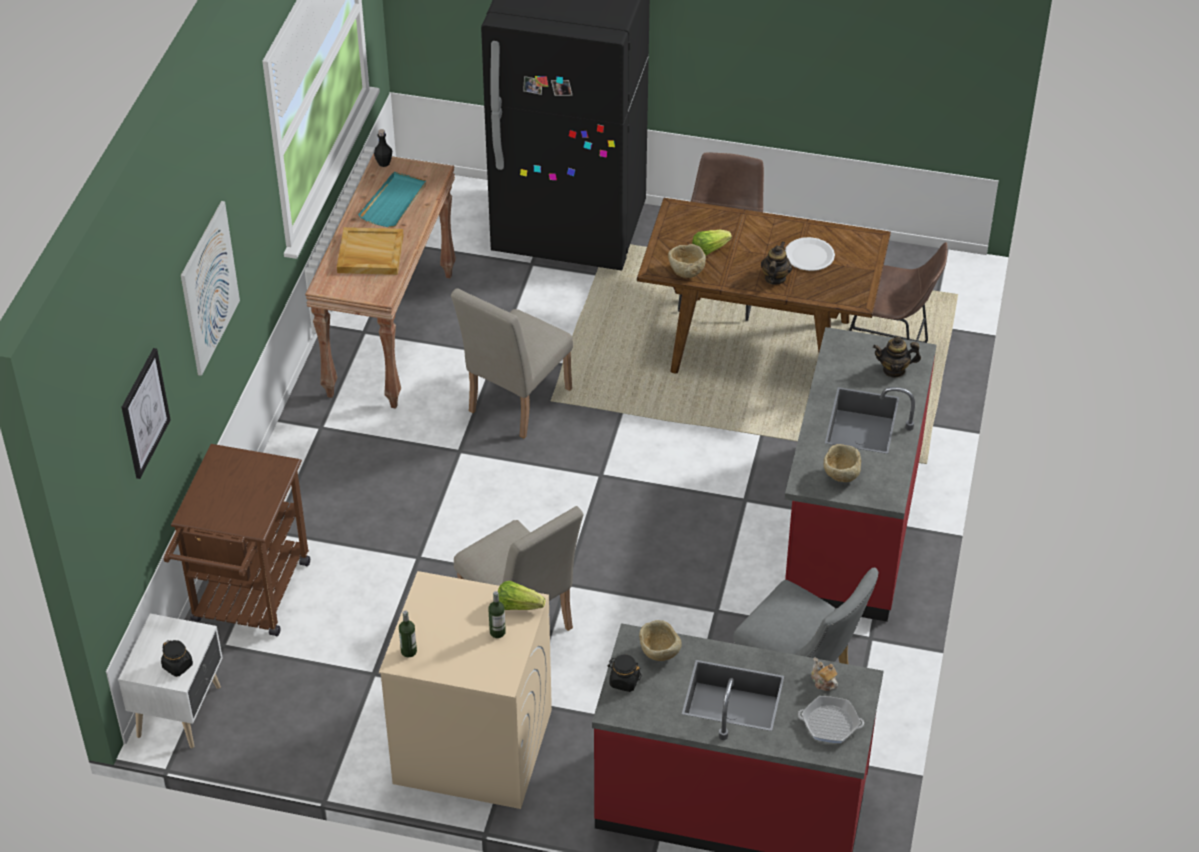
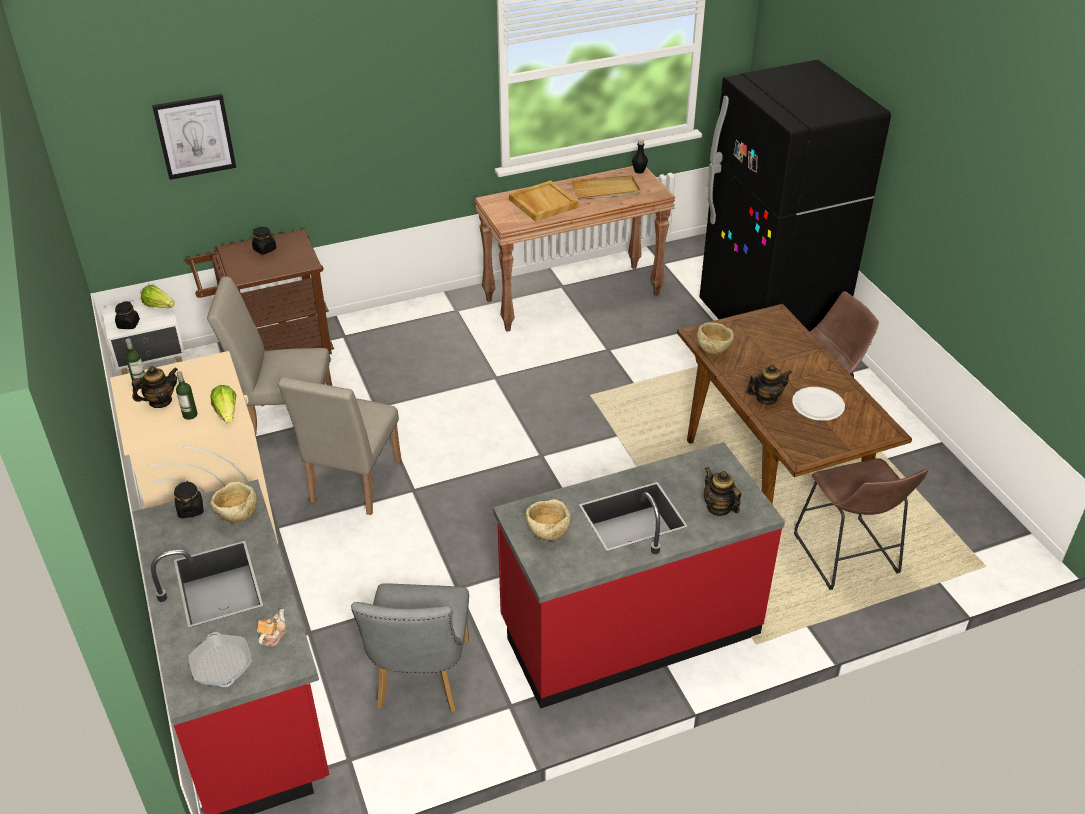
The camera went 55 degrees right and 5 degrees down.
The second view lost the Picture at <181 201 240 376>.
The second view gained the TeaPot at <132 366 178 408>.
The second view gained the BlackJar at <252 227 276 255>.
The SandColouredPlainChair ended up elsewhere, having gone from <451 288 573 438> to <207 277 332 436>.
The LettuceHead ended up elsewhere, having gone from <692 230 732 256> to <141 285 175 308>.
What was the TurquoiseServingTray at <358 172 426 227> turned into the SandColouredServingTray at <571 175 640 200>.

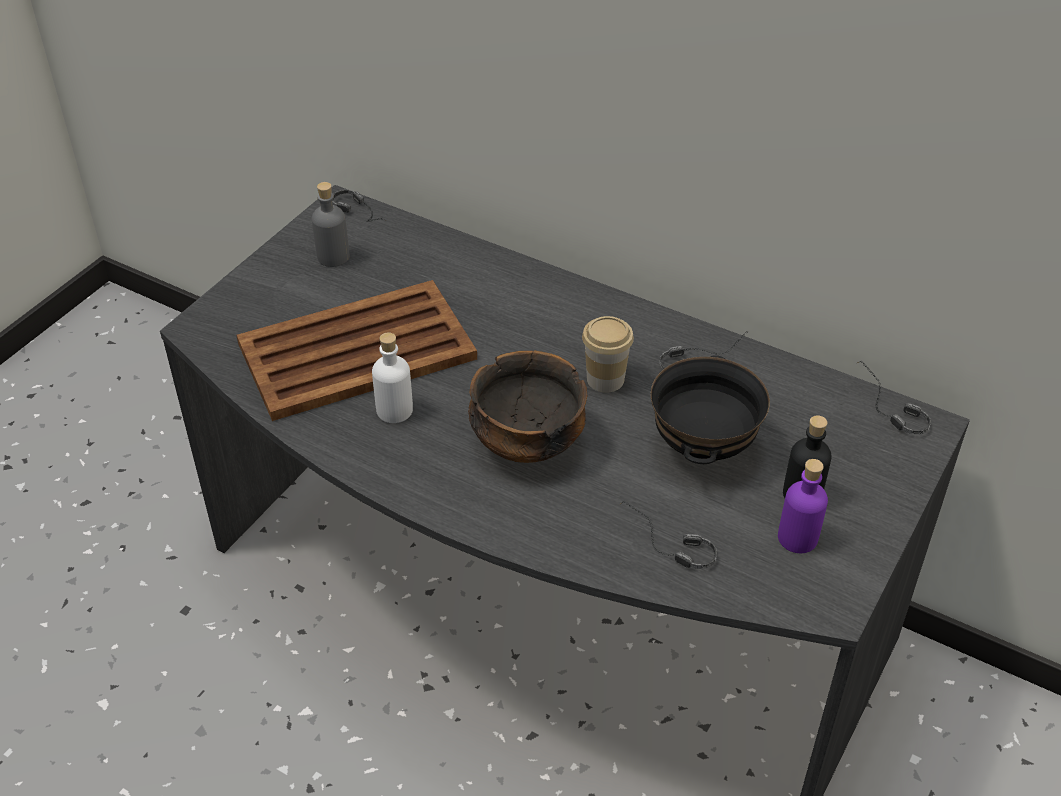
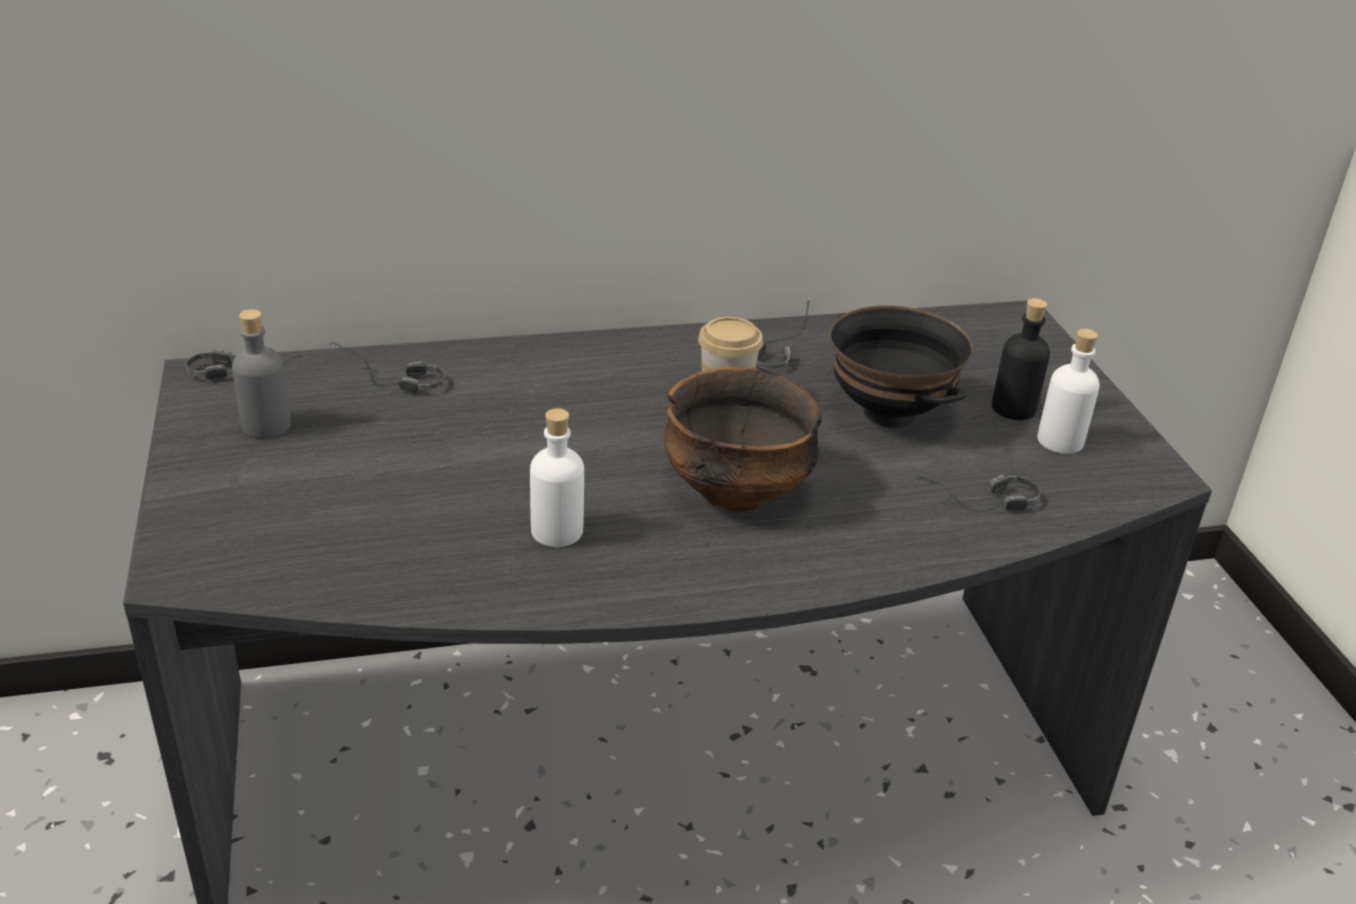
The camera went 45 degrees left and 10 degrees down.
The second view lost the BrownServingTray at <236 280 477 421>.
The PairOfHeadphones ended up elsewhere, having gone from <857 361 931 434> to <327 342 445 393>.
What was the PurpleColouredBottle at <778 459 828 553> turned into the WhitishBottle at <1037 329 1100 454>.

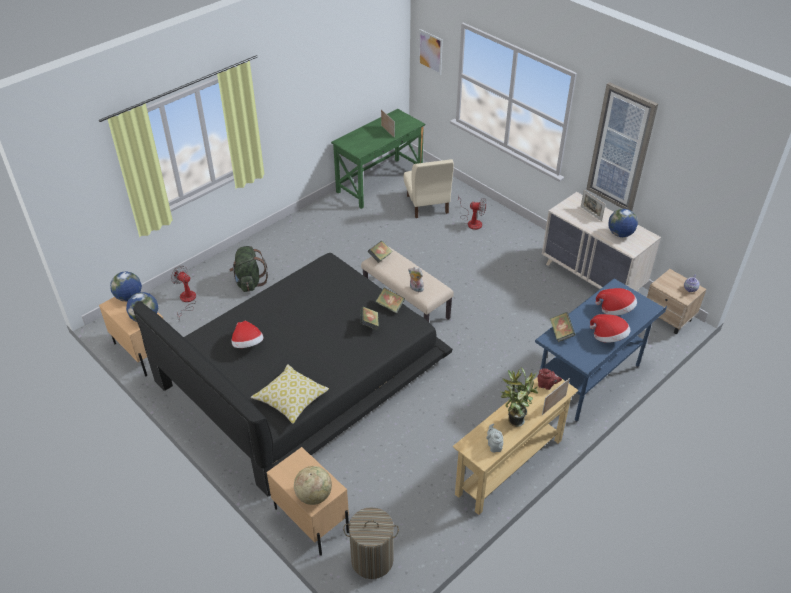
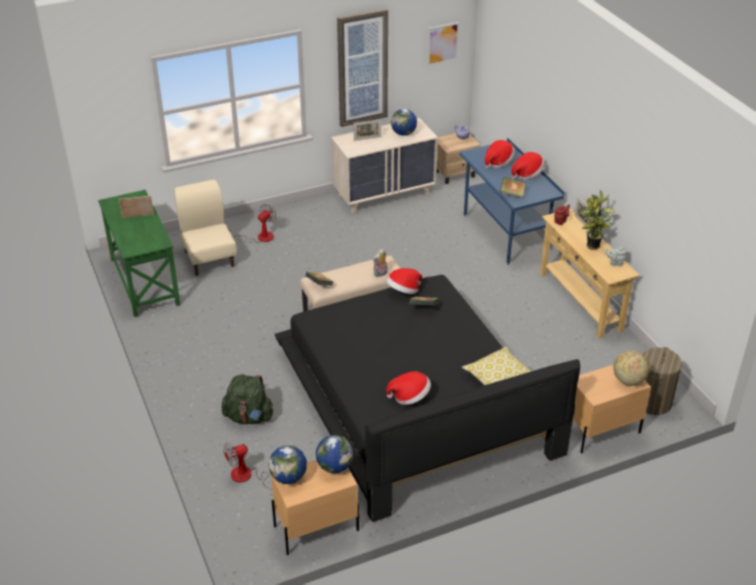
The camera went 70 degrees left and 5 degrees down.
The Picture ended up elsewhere, having gone from <418 29 443 75> to <427 22 459 66>.
Where the BoundBook stood at <376 287 405 314>, the ClothingHat came to stand at <386 268 422 294>.
The SandColouredPlainChair at <403 159 454 218> ended up facing another way, 120 degrees counterclockwise from before.

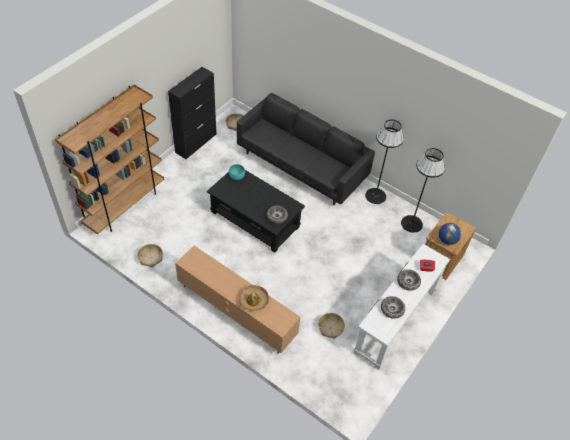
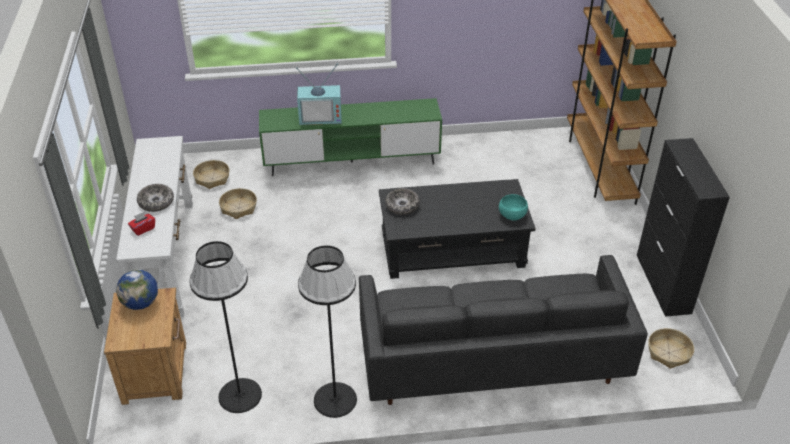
The camera went 140 degrees right and 10 degrees down.
The second view lost the ServingBowl at <381 296 405 319>.
The StorageBasket ended up elsewhere, having gone from <137 244 163 267> to <193 160 229 189>.
Where the ClothingHat stood at <239 285 269 311>, the Tv came to stand at <296 63 342 125>.
What was the BrownTvUnit at <175 246 300 354> turned into the GreenishTvUnit at <259 98 442 176>.

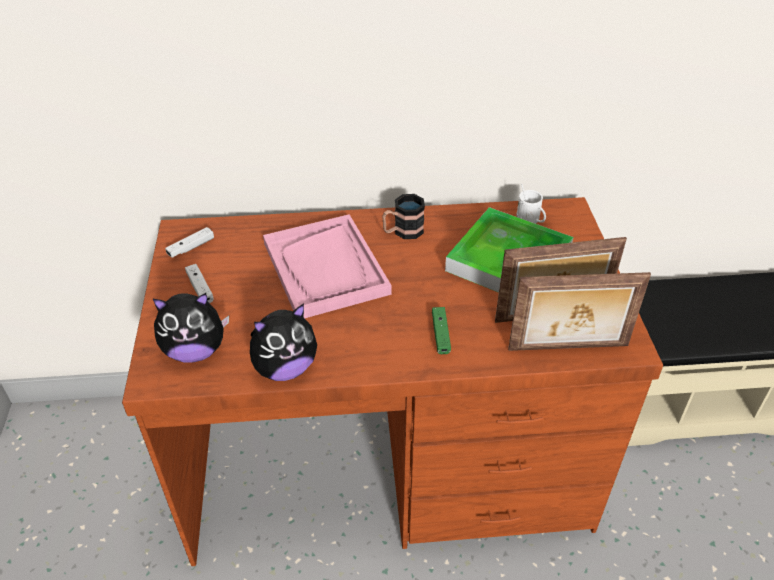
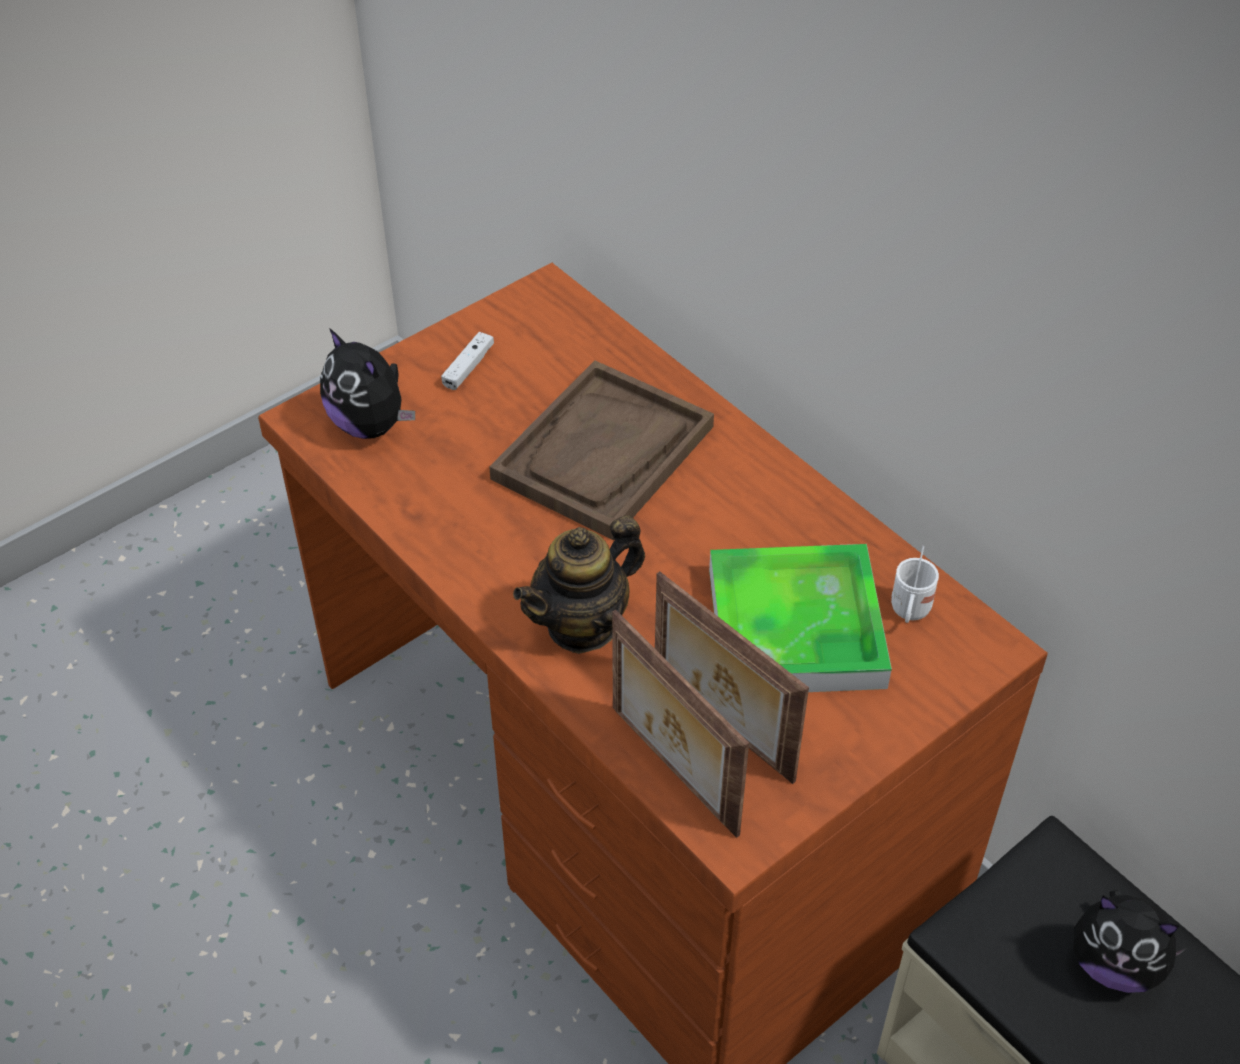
The camera went 55 degrees right and 5 degrees up.
The second view lost the WhitishJoypad at <165 227 214 258>.
The second view lost the TeaMug at <382 194 425 239>.
The SoftToy ended up elsewhere, having gone from <250 304 317 381> to <1073 890 1188 993>.
Where the GreenishJoypad stood at <432 307 451 354>, the TeaPot came to stand at <513 515 645 654>.
What was the PinkColouredServingTray at <263 214 392 318> turned into the BrownServingTray at <489 360 714 540>.

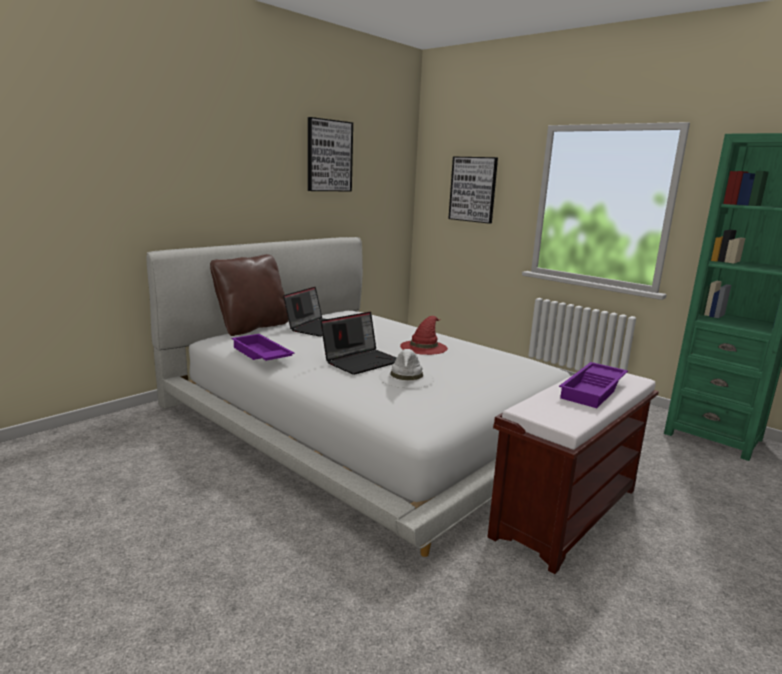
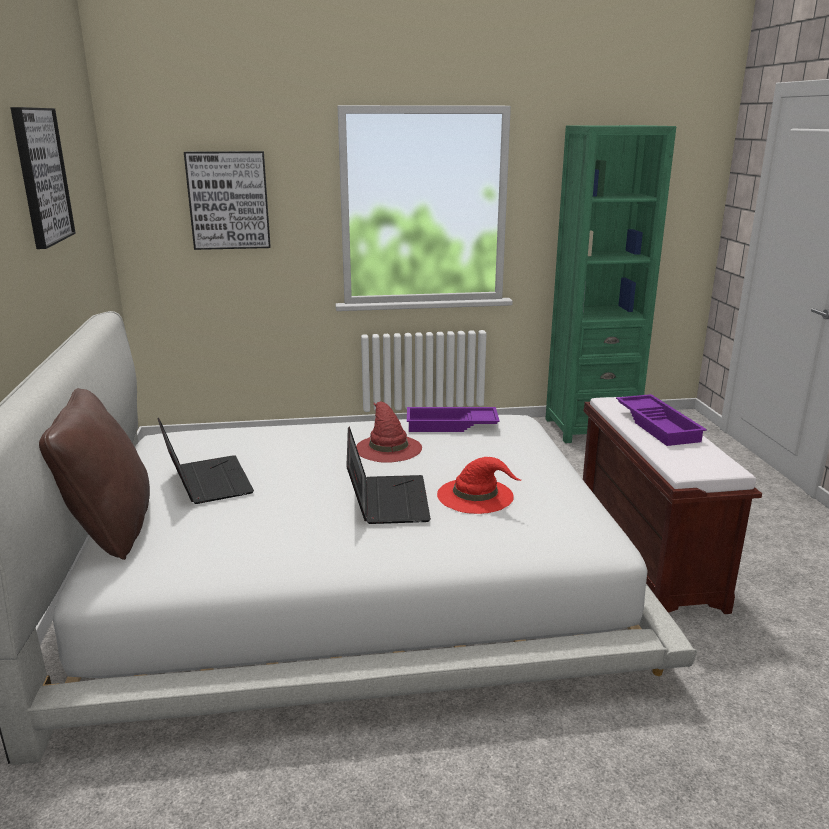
The camera went 50 degrees left and 5 degrees up.
The PurpleColouredServingTray ended up elsewhere, having gone from <231 334 294 361> to <407 407 500 432>.
What was the WhitishClothingHat at <379 349 435 389> turned into the RedClothingHat at <437 457 521 514>.

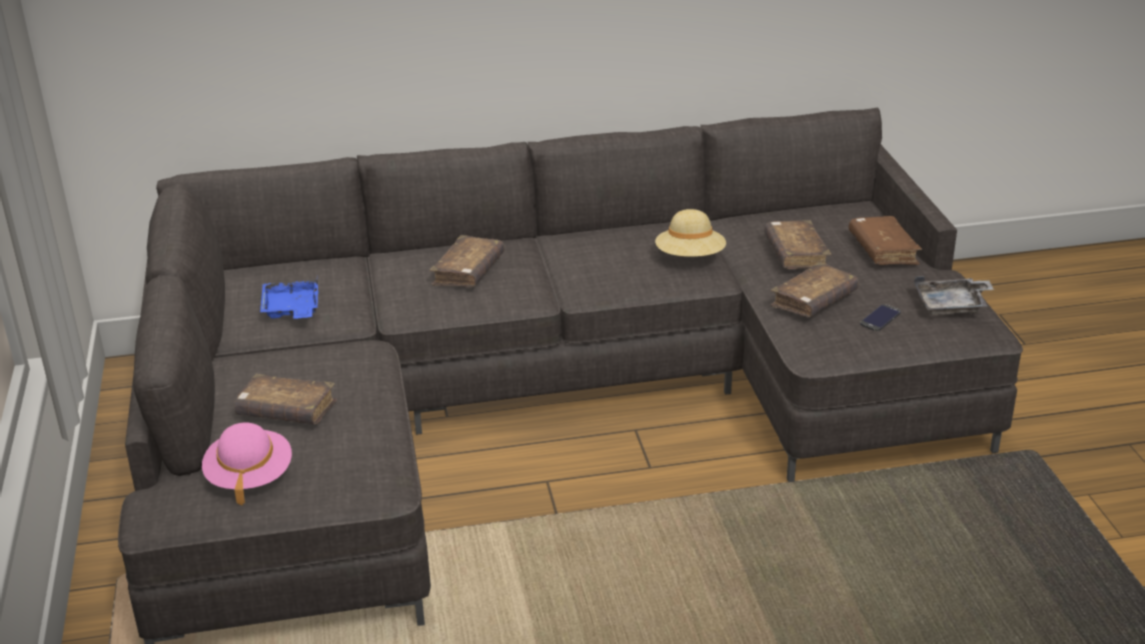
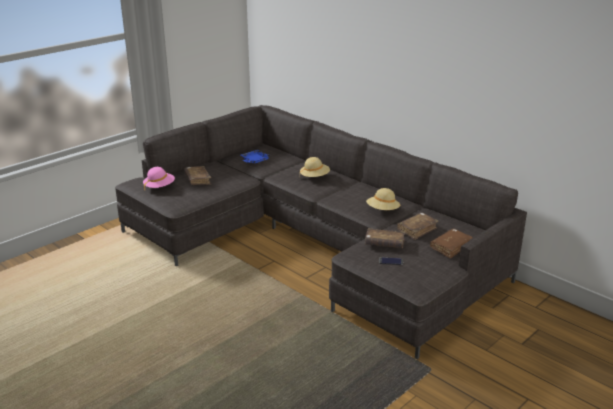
The camera went 55 degrees right and 5 degrees down.
The second view lost the GreyServingTray at <914 276 994 315>.
Where the BrownBoundBook stood at <430 235 504 287>, the SandColouredClothingHat came to stand at <300 157 330 177>.

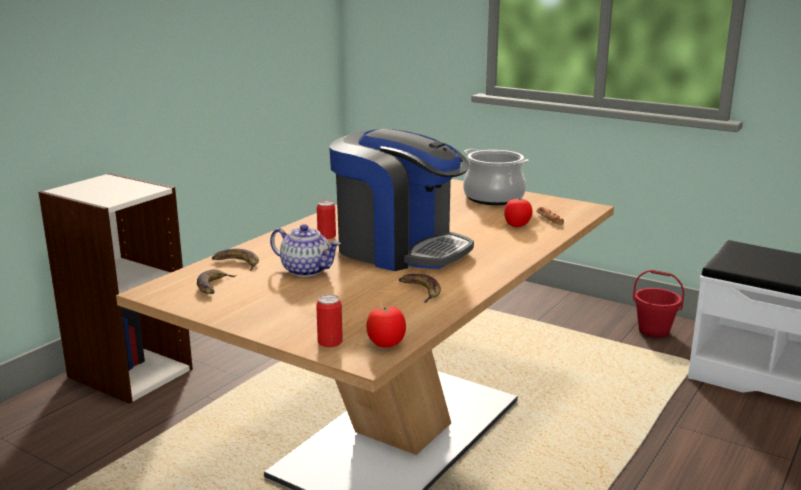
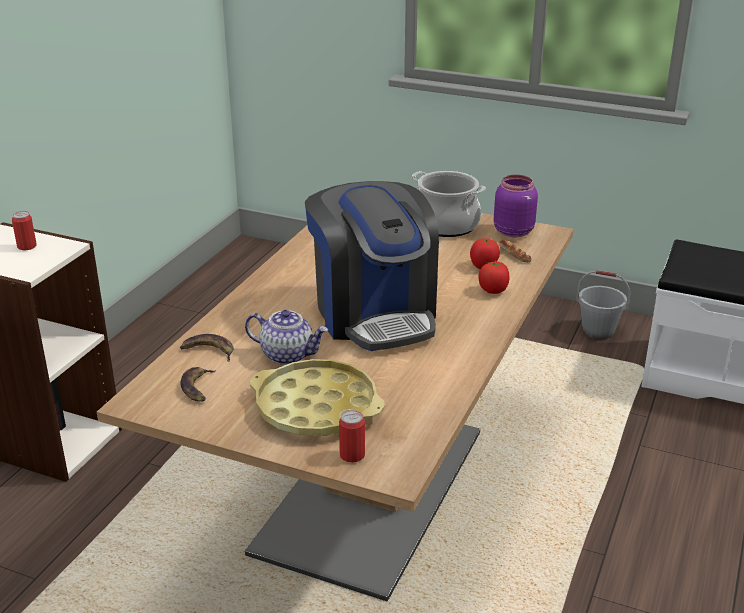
The camera went 10 degrees left and 10 degrees up.
The second view lost the WholeBanana at <399 274 441 303>.
The second view gained the YellowColouredServingTray at <250 359 385 436>.
The second view gained the PurpleColouredJar at <494 175 538 237>.
The MetalCan ended up elsewhere, having gone from <317 201 336 239> to <12 211 37 250>.
The WholeTomato ended up elsewhere, having gone from <366 305 406 348> to <478 261 510 294>.
What was the RedBucket at <633 270 684 338> turned into the GreyBucket at <576 270 630 339>.
The CoffeeBrewer at <329 129 474 271> ended up facing another way, 45 degrees clockwise from before.

